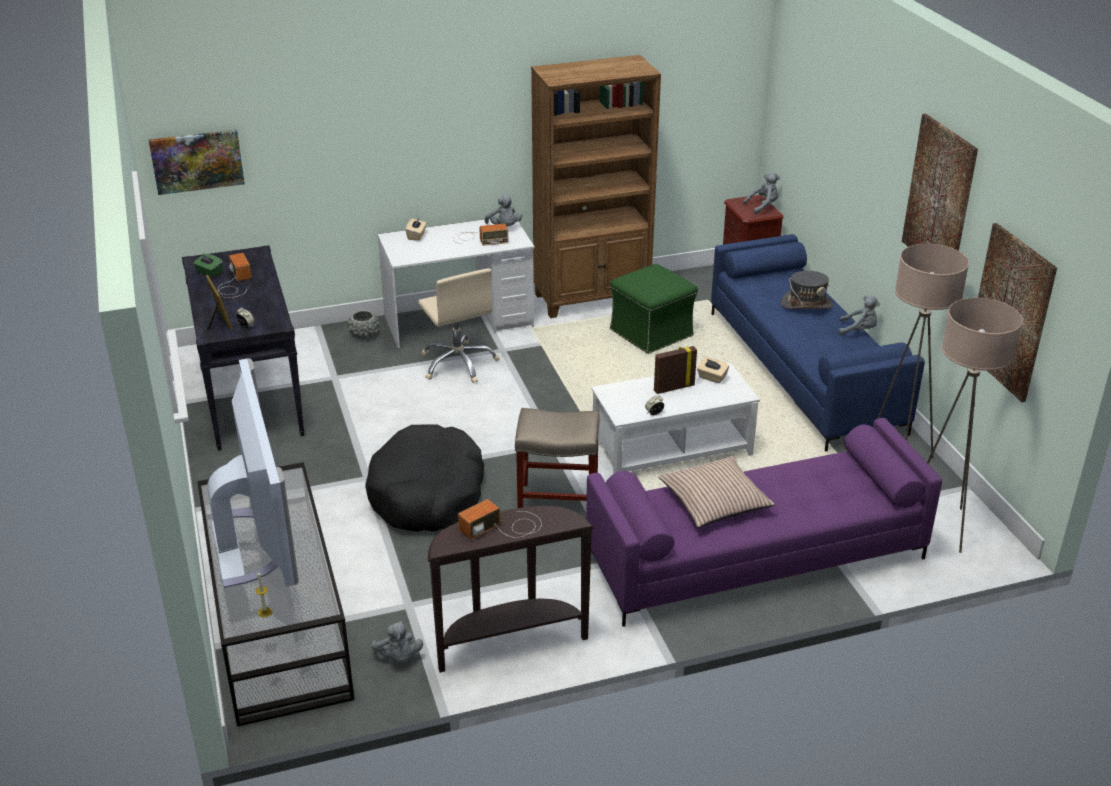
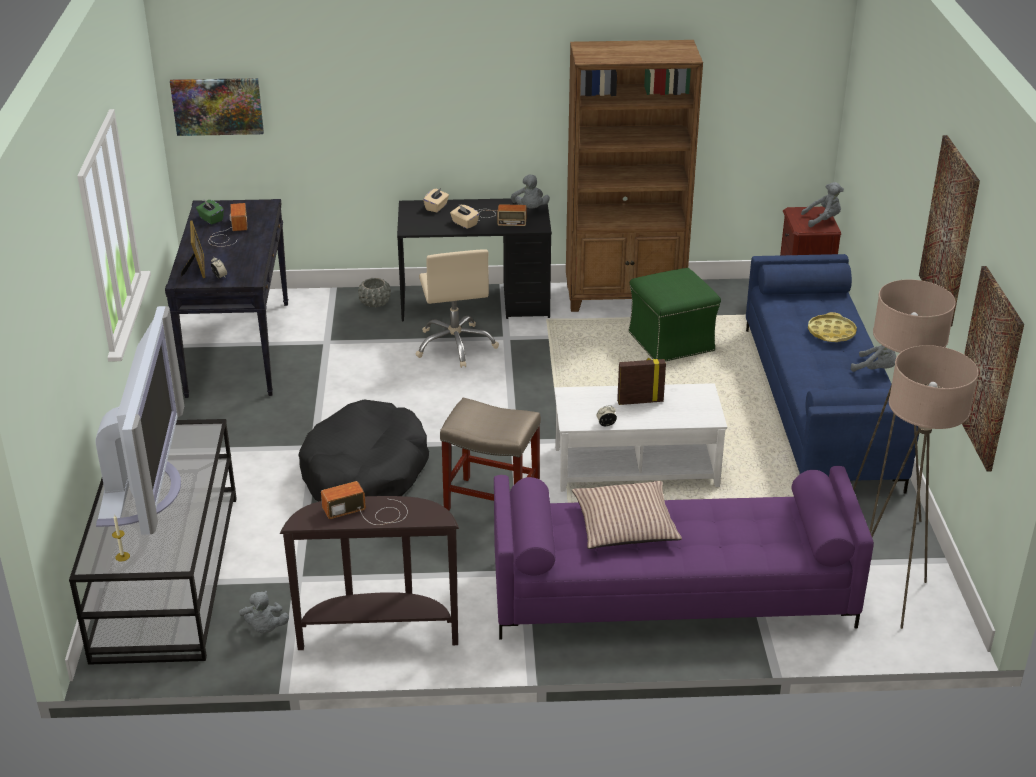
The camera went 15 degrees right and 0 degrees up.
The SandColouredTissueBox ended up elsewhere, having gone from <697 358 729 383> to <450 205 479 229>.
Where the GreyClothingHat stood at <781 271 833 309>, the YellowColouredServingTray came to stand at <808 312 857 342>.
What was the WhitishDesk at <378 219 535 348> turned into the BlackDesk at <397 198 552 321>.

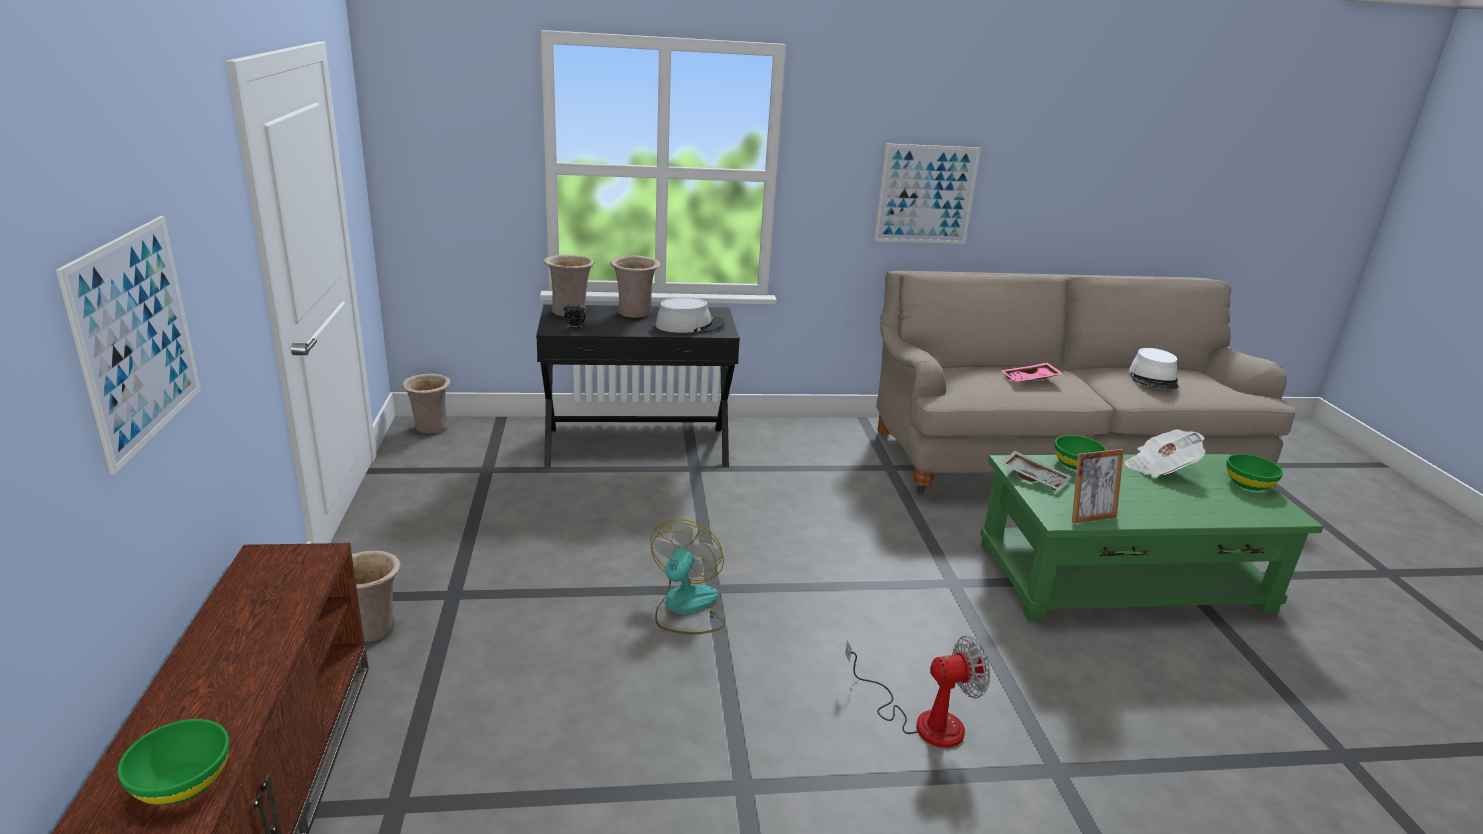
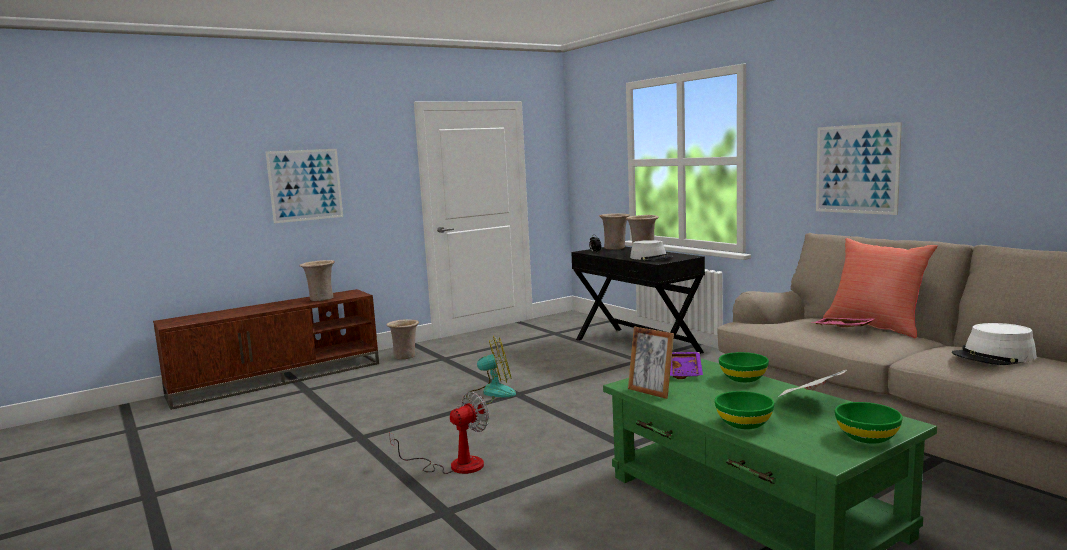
The camera went 65 degrees right and 15 degrees down.
The second view gained the RedThrowPillow at <823 238 938 338>.
The GreenishServingBowl ended up elsewhere, having gone from <118 719 229 805> to <715 391 774 429>.
The SandColouredDecorativeVase ended up elsewhere, having gone from <401 374 451 433> to <299 260 335 301>.
What was the GreyServingTray at <1001 451 1072 491> turned into the PurpleColouredServingTray at <670 352 703 379>.
The CoolingFan at <845 636 990 748> ended up facing another way, 90 degrees counterclockwise from before.

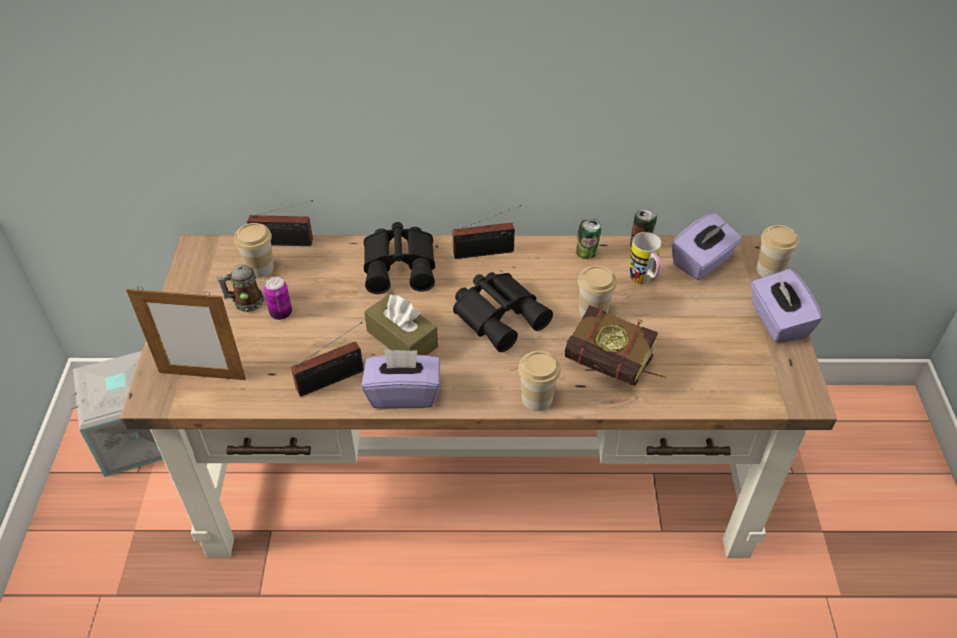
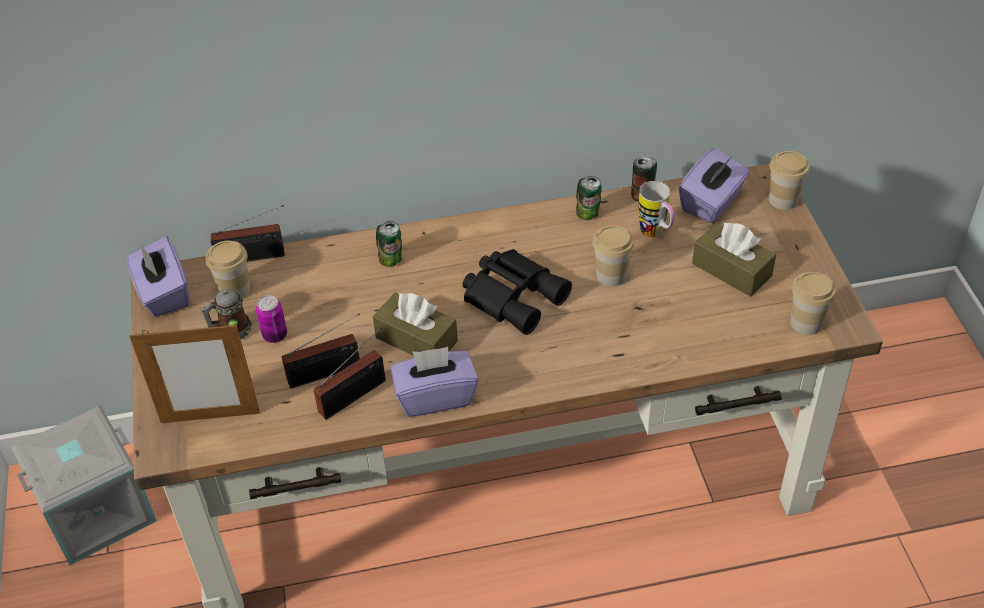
The camera went 10 degrees left and 0 degrees up.
The second view lost the BoundBook at <565 305 667 386>.
The second view gained the BrownTissueBox at <692 222 776 297>.
The RadioReceiver ended up elsewhere, having gone from <452 205 521 259> to <282 313 360 388>.
The DrinkingCup ended up elsewhere, having gone from <518 351 561 411> to <790 272 836 335>.
The PurpleColouredTissueBox ended up elsewhere, having gone from <751 269 822 343> to <127 236 189 317>.
Where the BlackPairOfBinoculars stood at <364 222 435 294>, the MetalCan came to stand at <376 221 402 267>.

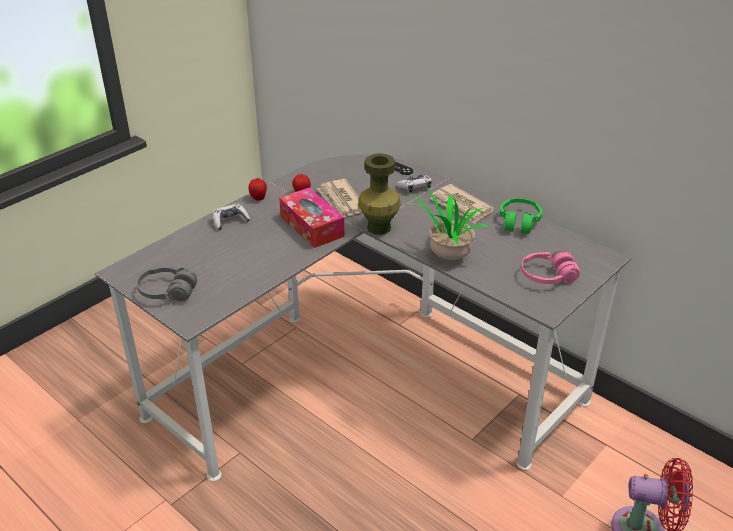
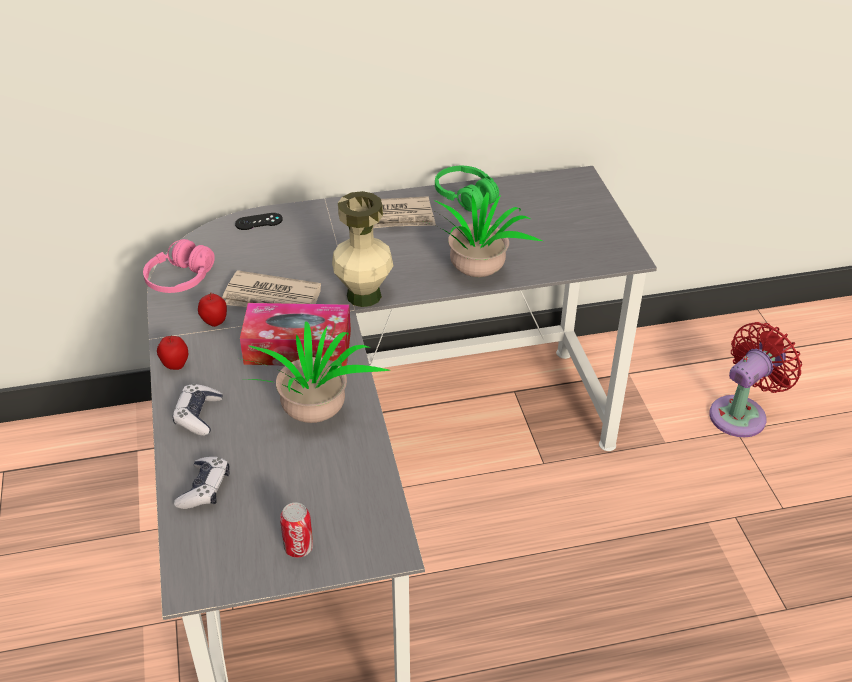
The camera went 55 degrees left and 5 degrees up.
The second view gained the PlantInAPot at <241 321 389 423>.
The Joypad ended up elsewhere, having gone from <397 174 432 192> to <174 457 230 509>.
The PinkColouredPairOfHeadphones ended up elsewhere, having gone from <521 251 580 284> to <143 239 215 293>.
Where the GreyPairOfHeadphones stood at <137 266 197 301>, the MetalCan came to stand at <280 502 313 558>.
What was the GreenishDecorativeVase at <358 153 401 235> turned into the SandColouredDecorativeVase at <332 191 393 307>.

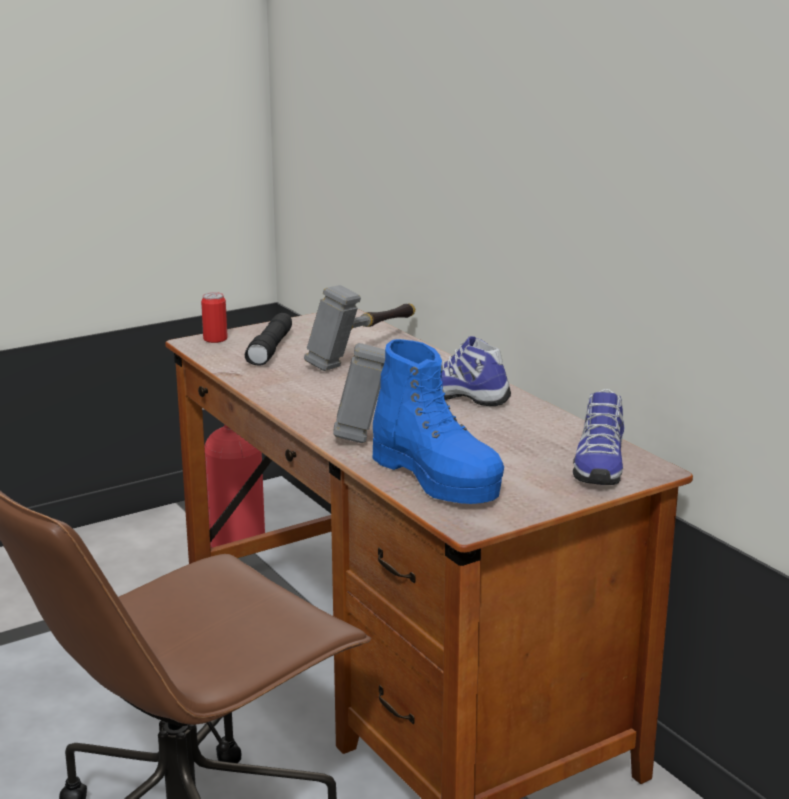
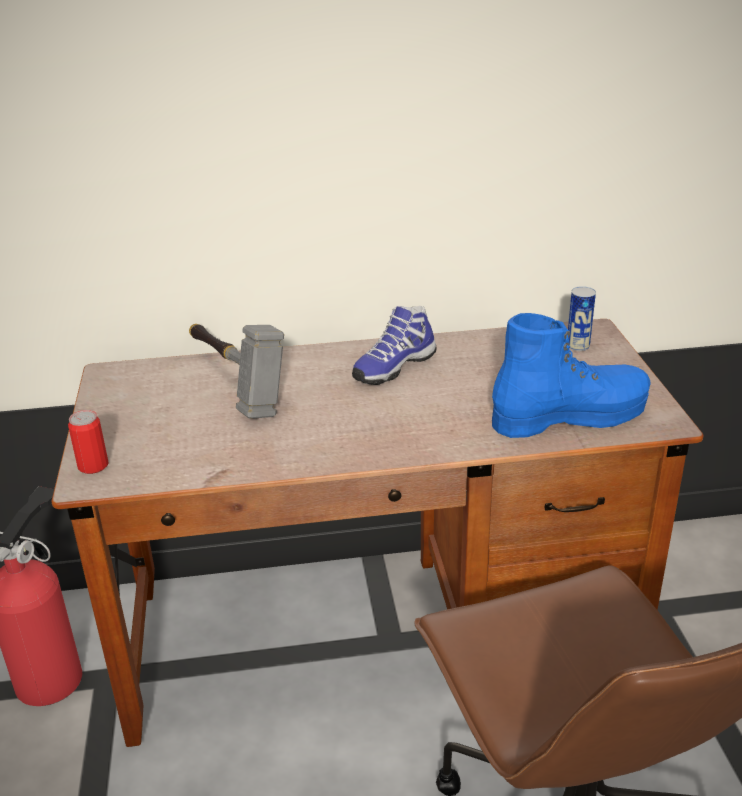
The camera went 65 degrees left and 10 degrees up.
The second view lost the BlackFlashlight at <245 313 292 366>.
The second view lost the ToolHammer at <333 343 385 443>.
Where the LowShoe stood at <573 389 624 485>, the MetalCan came to stand at <568 286 596 351>.

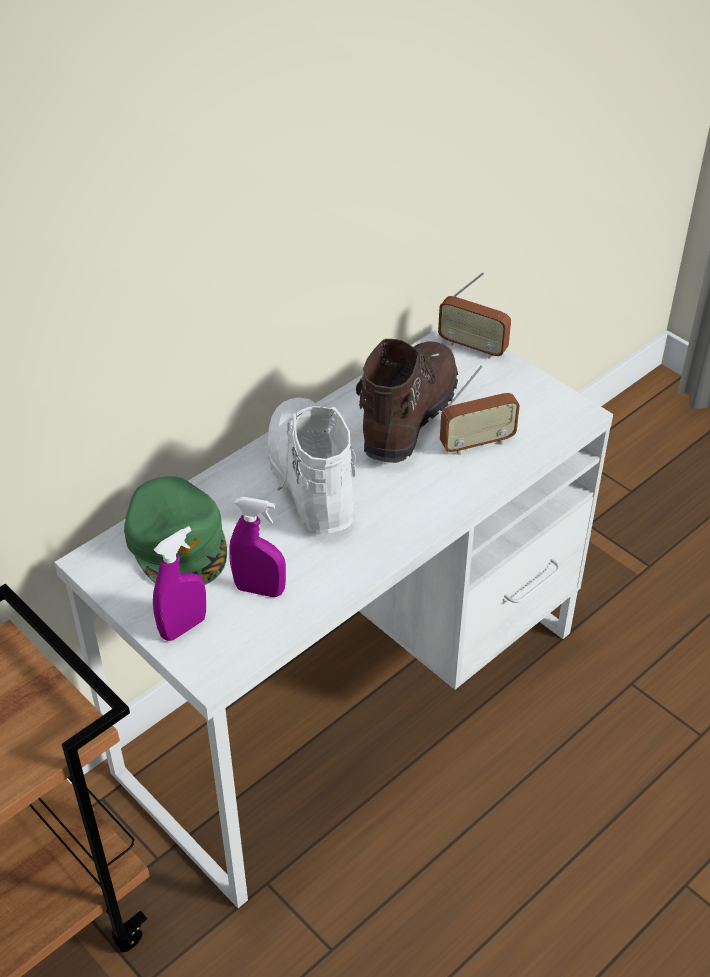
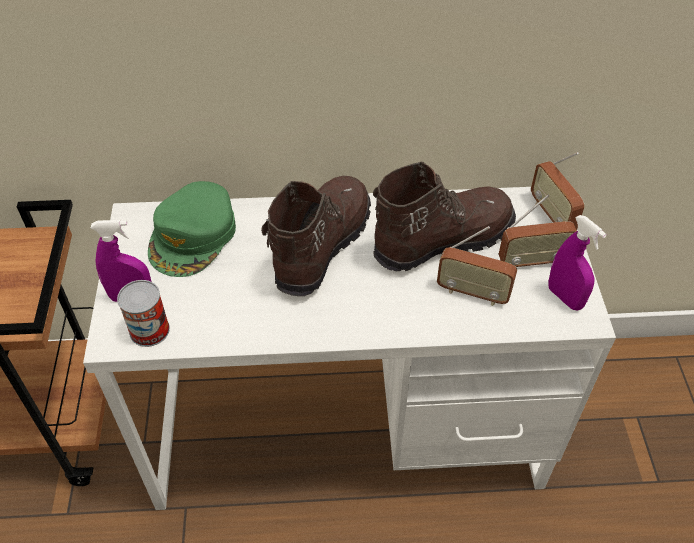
The camera went 40 degrees right and 5 degrees up.
The second view gained the MetalCan at <117 280 170 347>.
The second view gained the RadioReceiver at <499 195 577 268>.
The PurpleColouredSprayBottle ended up elsewhere, having gone from <229 497 286 597> to <549 215 607 310>.
What was the WhitishHighTopBoot at <267 397 356 534> turned into the BrownHighTopBoot at <261 176 371 296>.

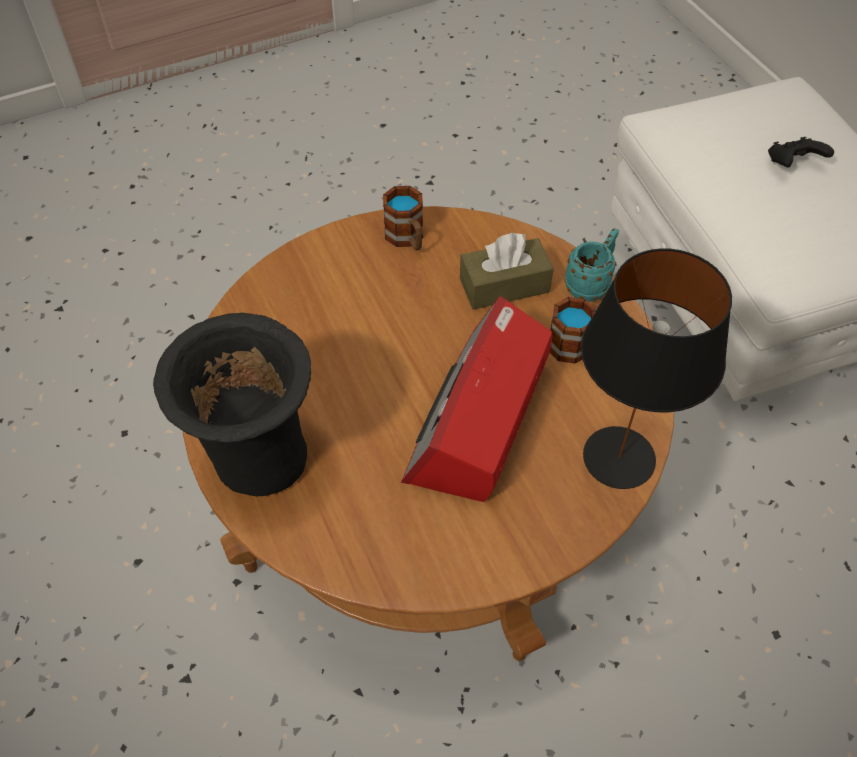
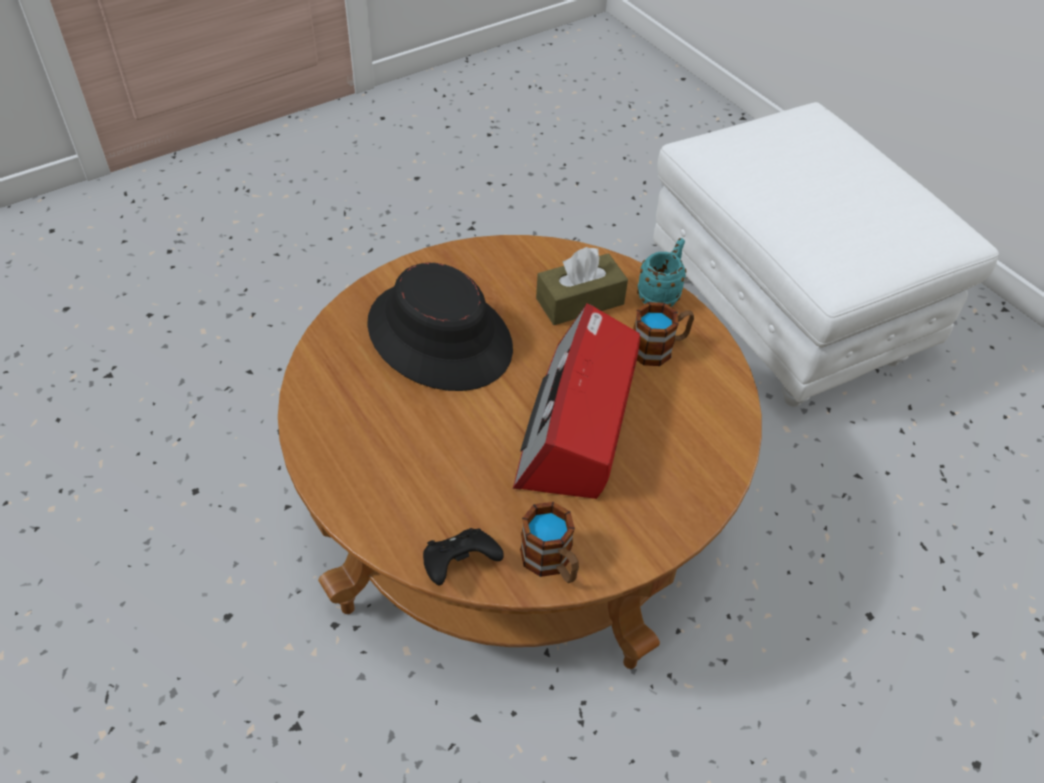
The camera went 10 degrees left and 5 degrees down.
The second view lost the BlackDecorativeVase at <153 313 311 496>.
The second view lost the BlackLampForATable at <581 248 732 489>.
The second view gained the BlackClothingHat at <367 263 513 391>.
The TeaMug ended up elsewhere, having gone from <383 186 423 251> to <520 502 579 583>.
The BlackJoypad ended up elsewhere, having gone from <768 137 834 168> to <423 528 504 586>.

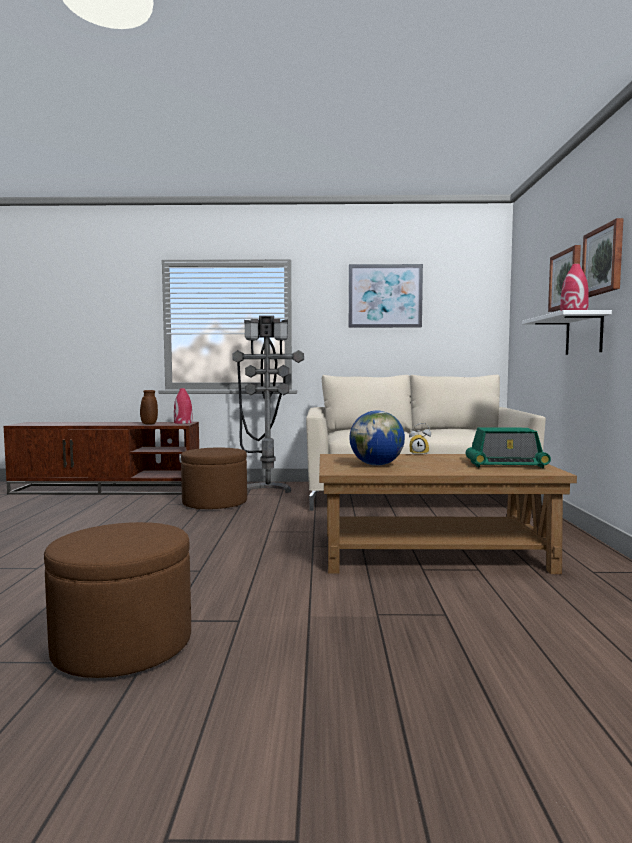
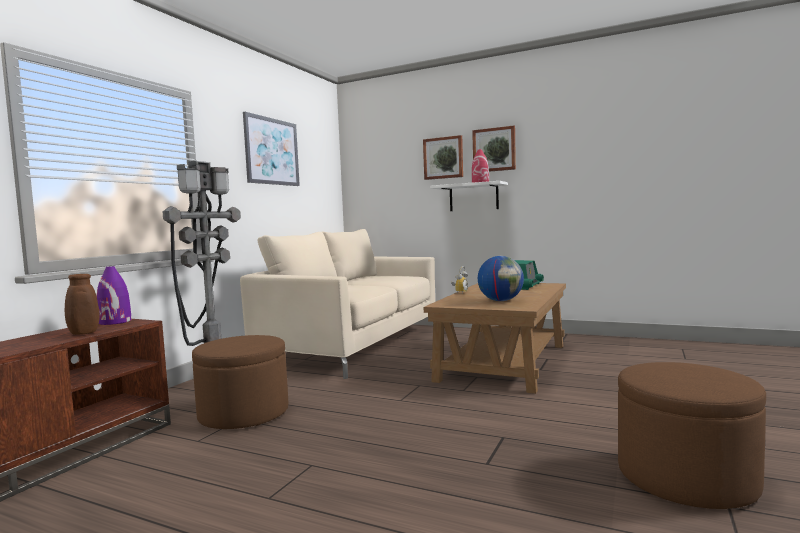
The camera went 65 degrees left and 0 degrees up.
What was the RedDecorativeVase at <174 388 193 424> turned into the PurpleColouredDecorativeVase at <97 266 131 325>.

